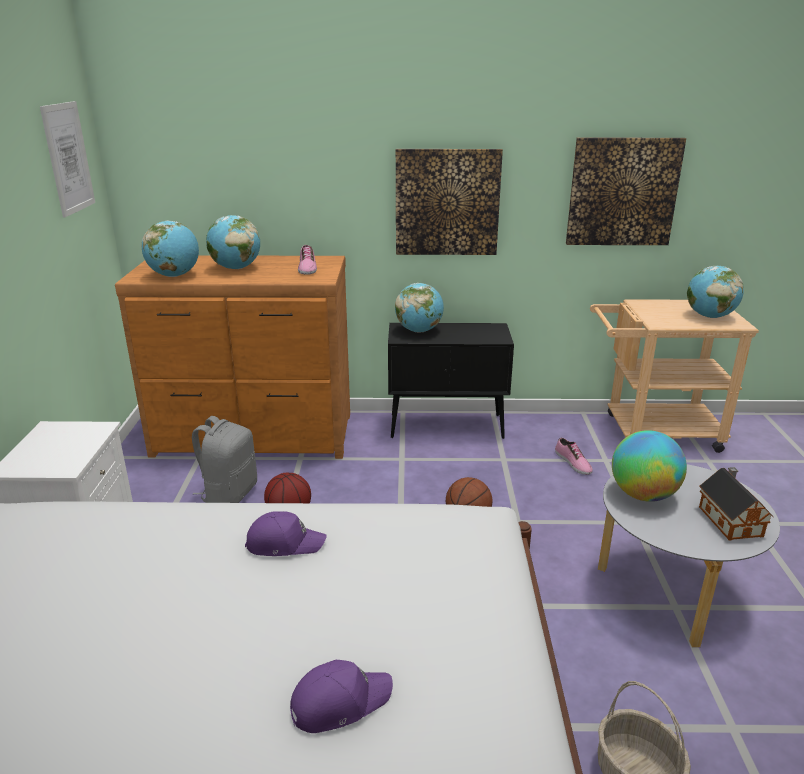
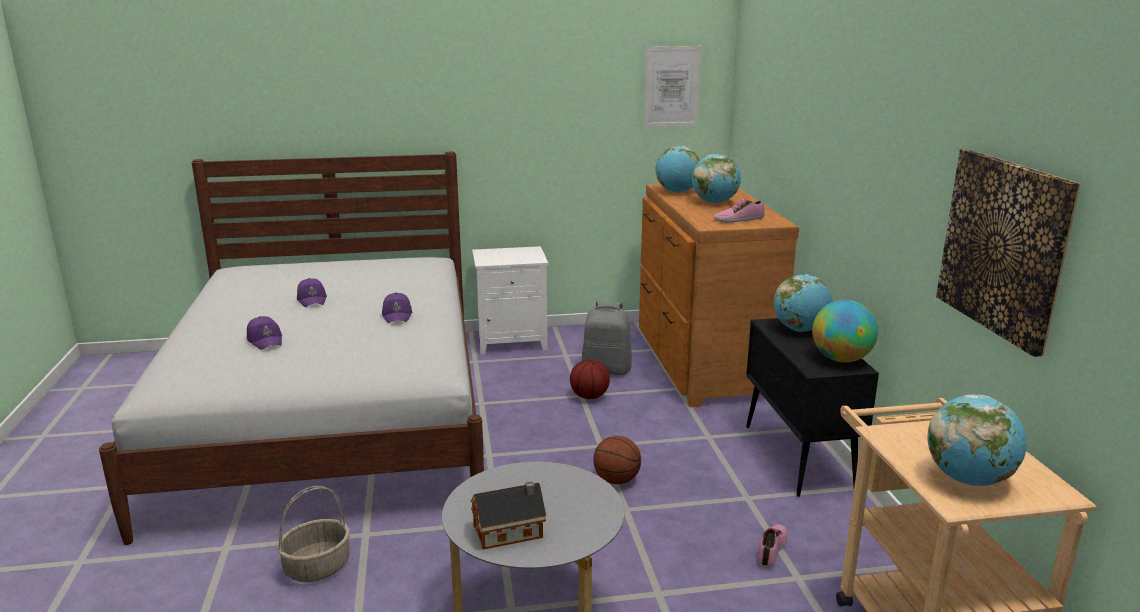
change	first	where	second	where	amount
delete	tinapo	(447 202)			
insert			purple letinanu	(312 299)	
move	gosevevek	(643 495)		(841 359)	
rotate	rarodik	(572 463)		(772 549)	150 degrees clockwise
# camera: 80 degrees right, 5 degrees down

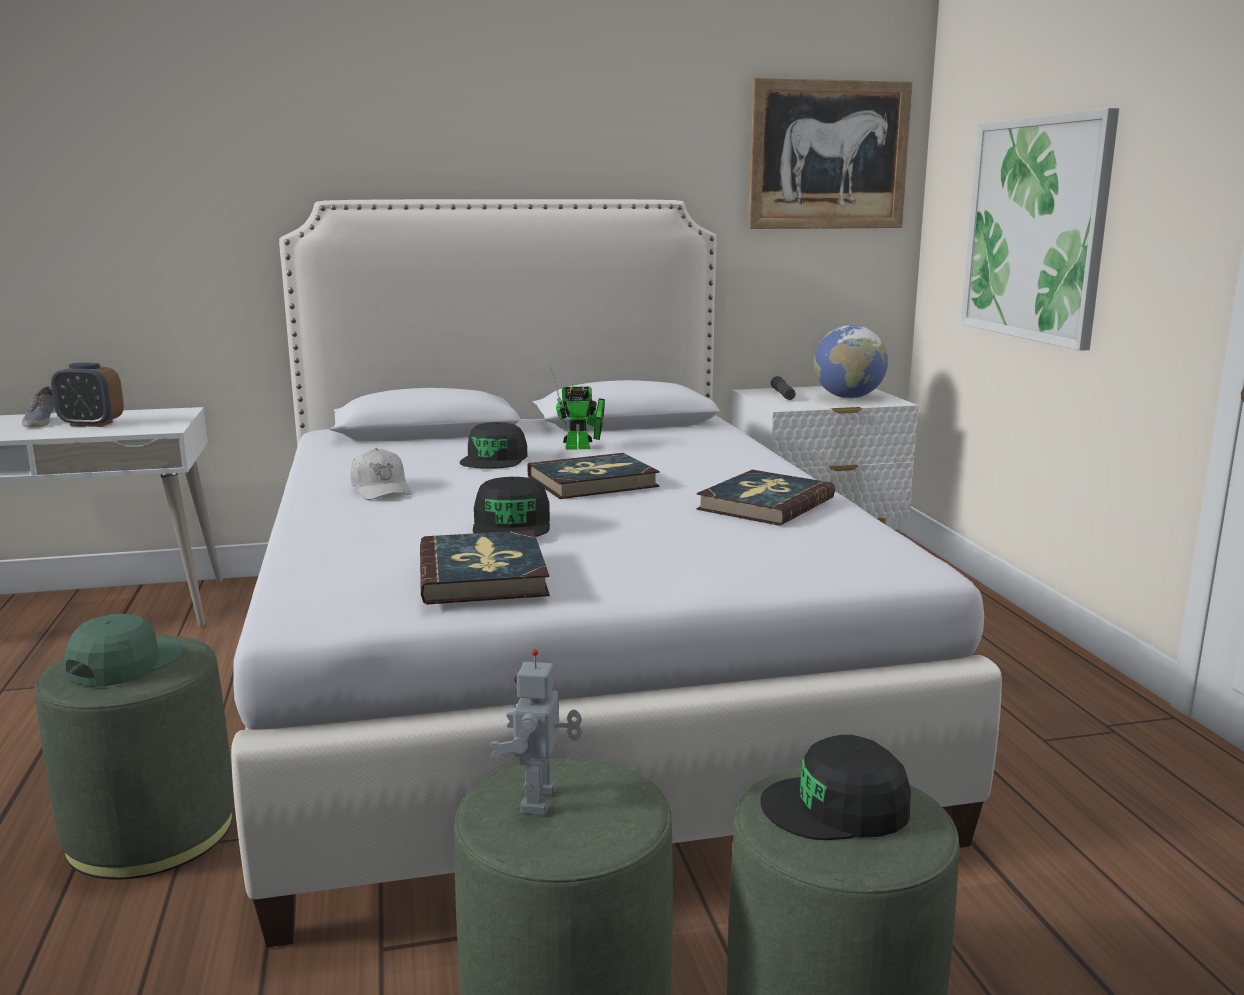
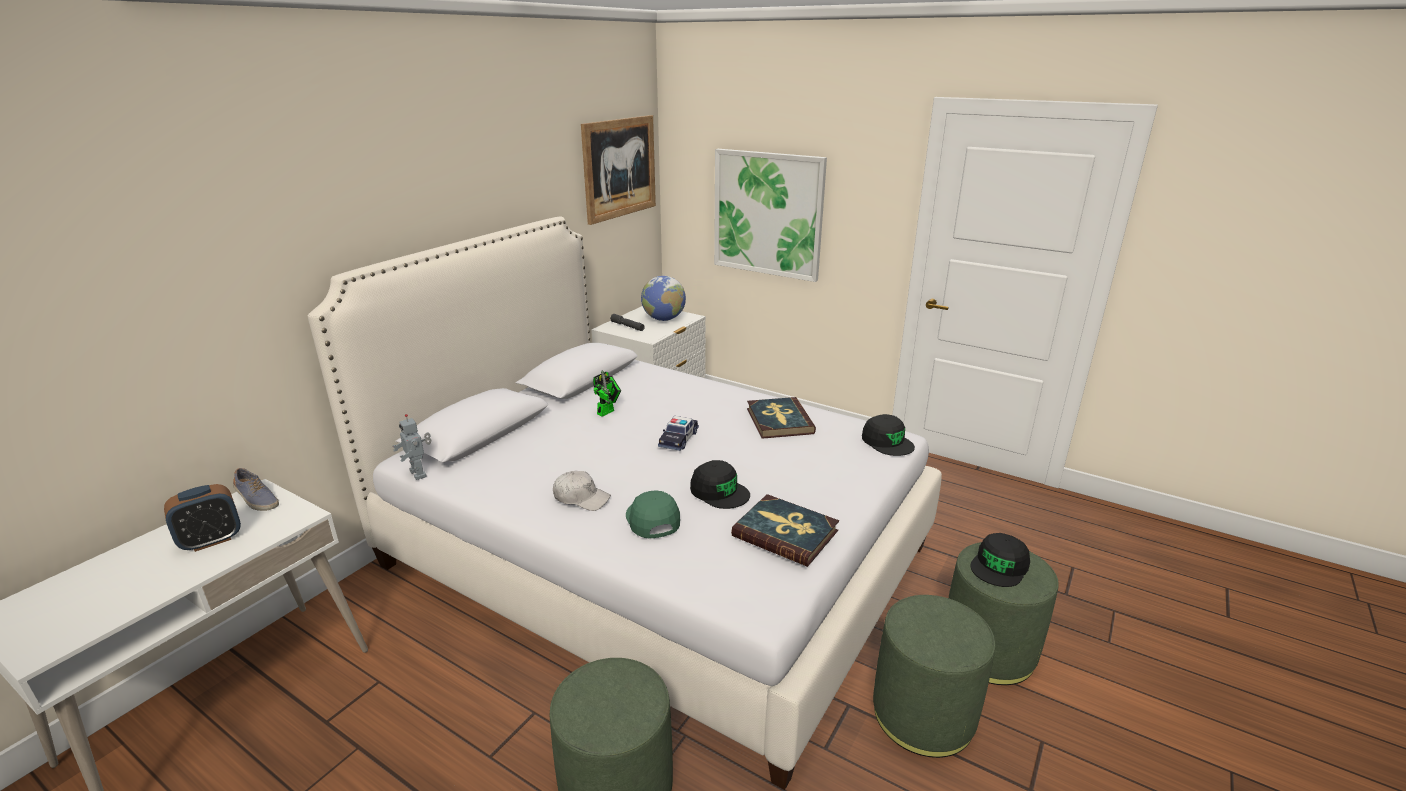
change	first	where	second	where	amount
move	rarodik	(41 421)		(256 500)	
move	green letinanu	(124 663)		(652 519)	
move	black letinanu	(494 459)		(887 442)	
move	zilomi	(541 801)		(419 473)	
replace	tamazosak	(593 482)	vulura	(678 439)	
# camera: 45 degrees left, 10 degrees up

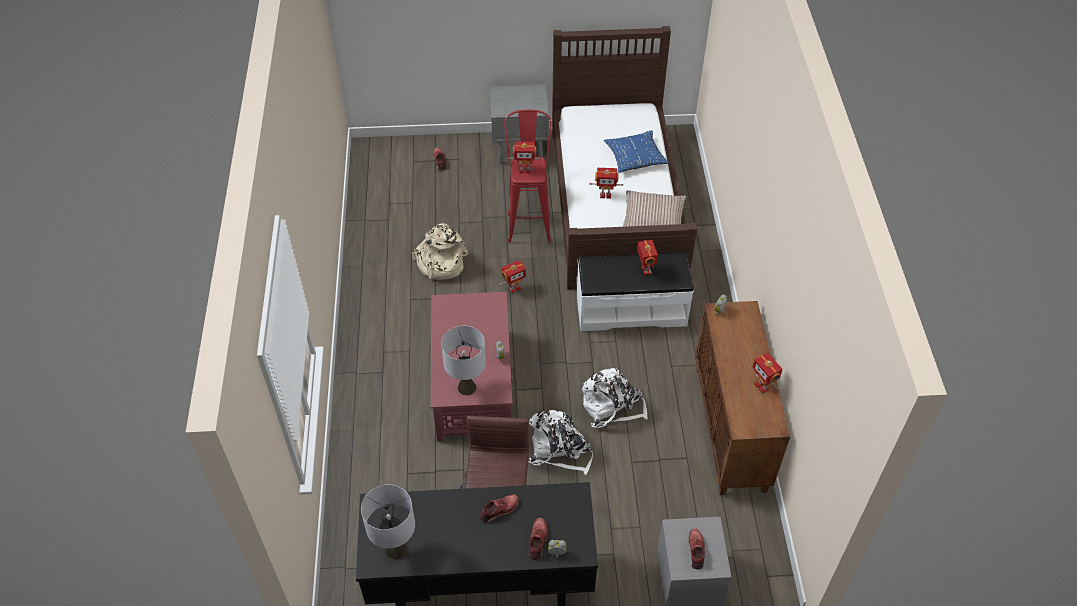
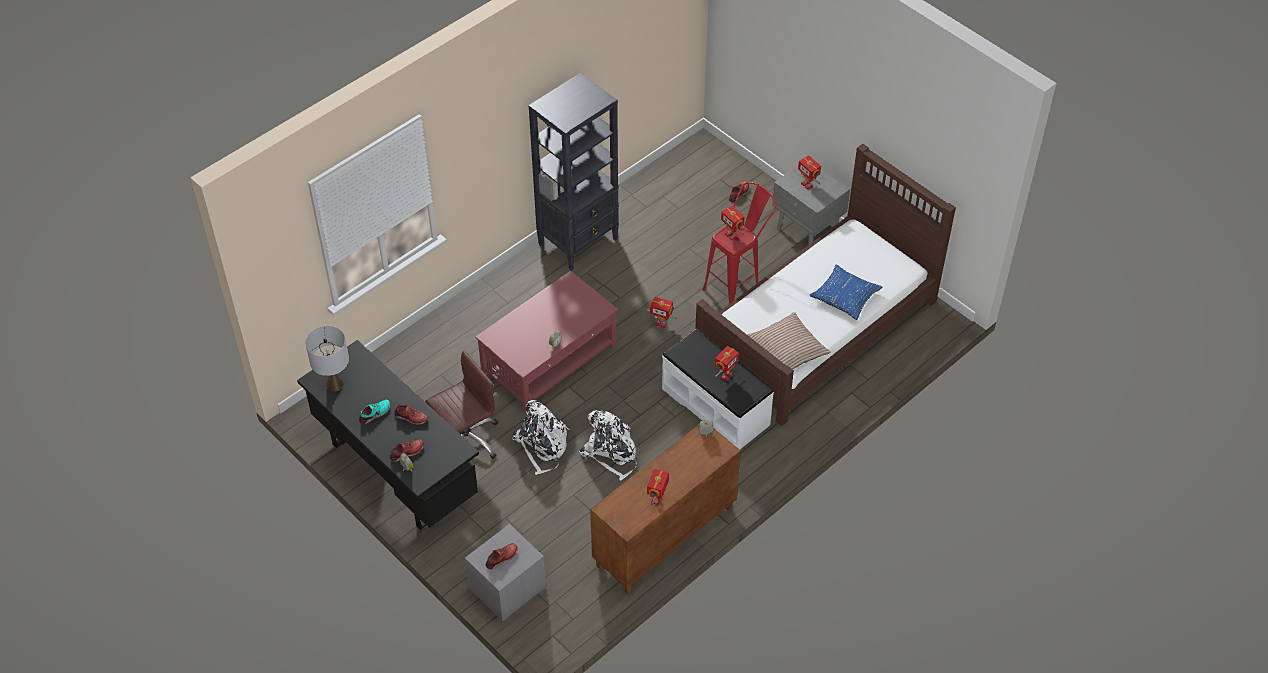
change	first	where	second	where	amount
delete	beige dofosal	(440 263)			
delete	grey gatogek	(466 387)			
insert			turquoise rarodik	(375 414)	
insert			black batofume	(579 242)	
move	zilomi	(605 195)		(807 185)	
# camera: 50 degrees right, 0 degrees up

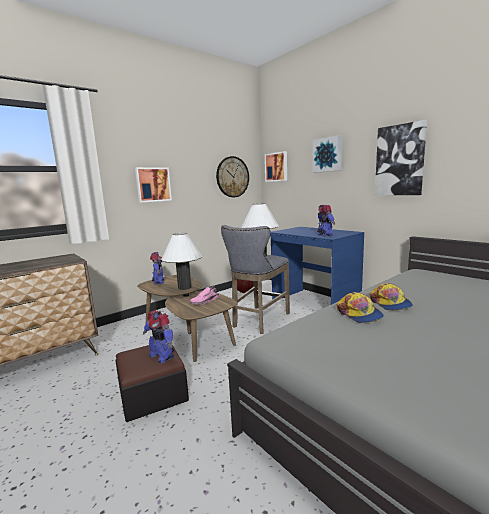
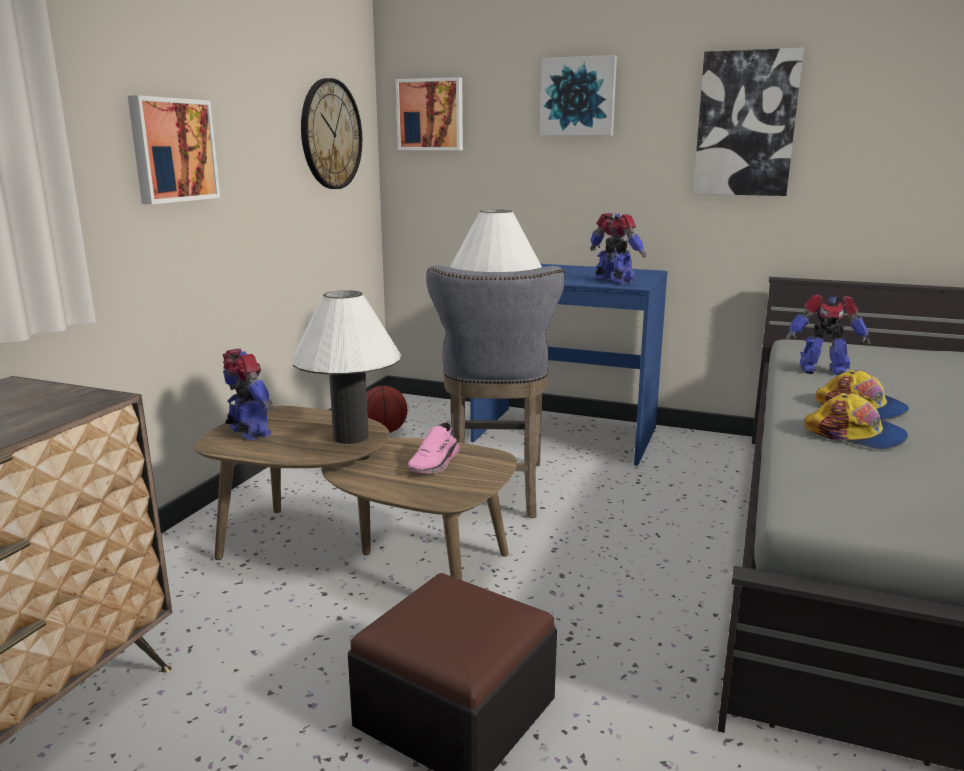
change	first	where	second	where	amount
move	zilomi	(161 356)		(821 371)	
# camera: 30 degrees left, 5 degrees up

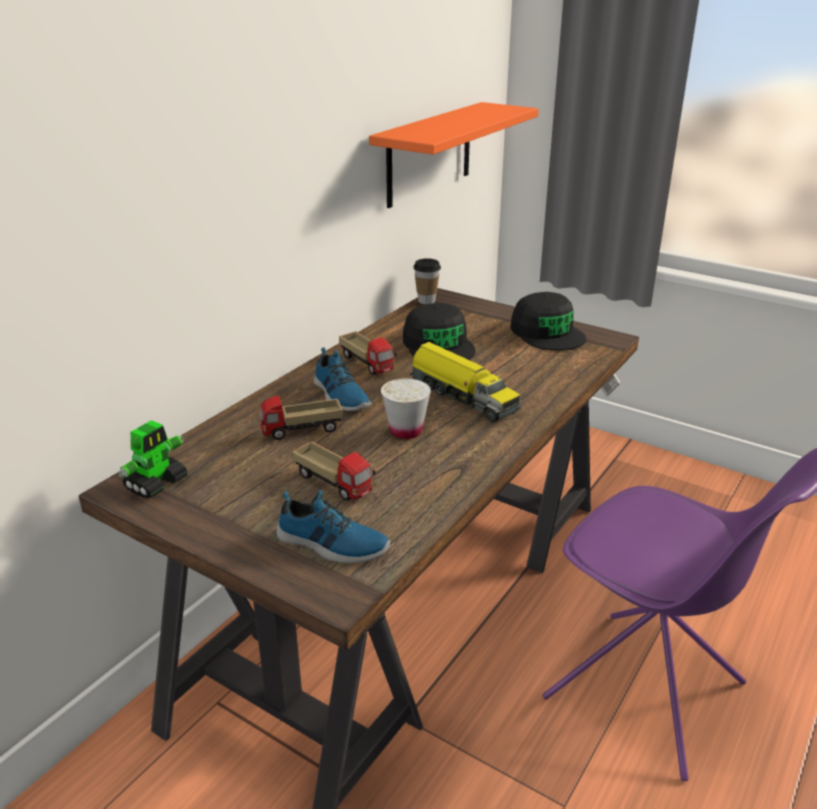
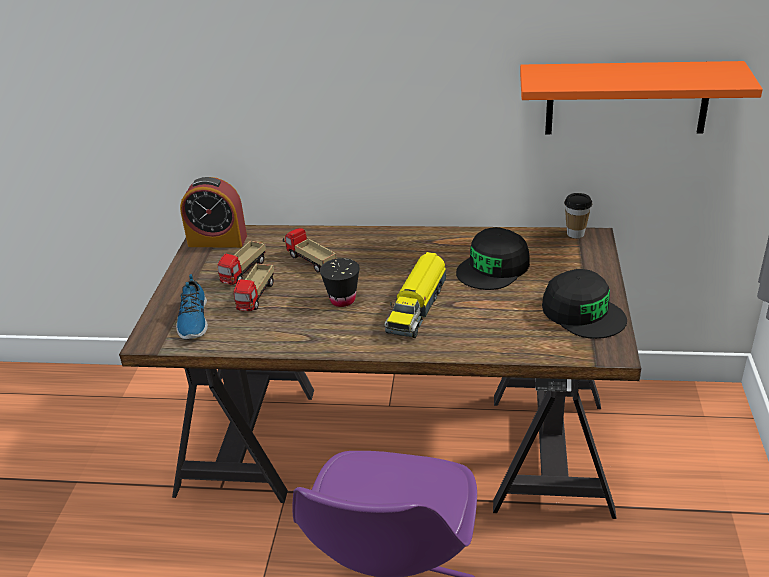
change	first	where	second	where	amount
delete	rarodik	(340 396)			
move	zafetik	(367 364)		(244 272)	
replace	zilomi	(157 483)	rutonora	(217 240)	
recolor	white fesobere	(406 431)	black fesobere	(342 300)	
rotate	black letinanu	(547 333)		(583 313)	75 degrees counterclockwise
# camera: 65 degrees right, 5 degrees up

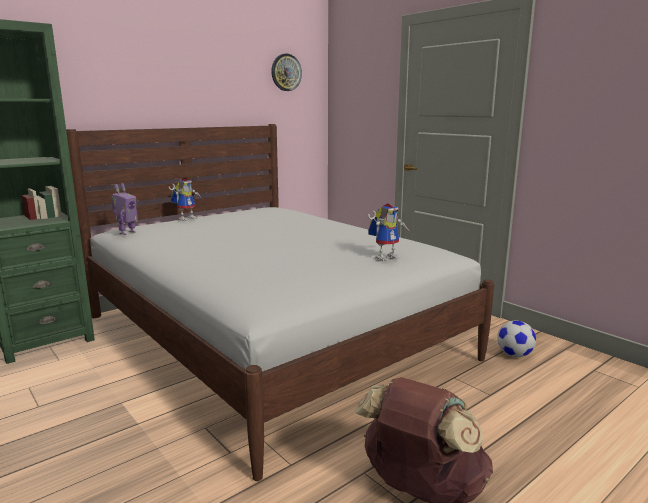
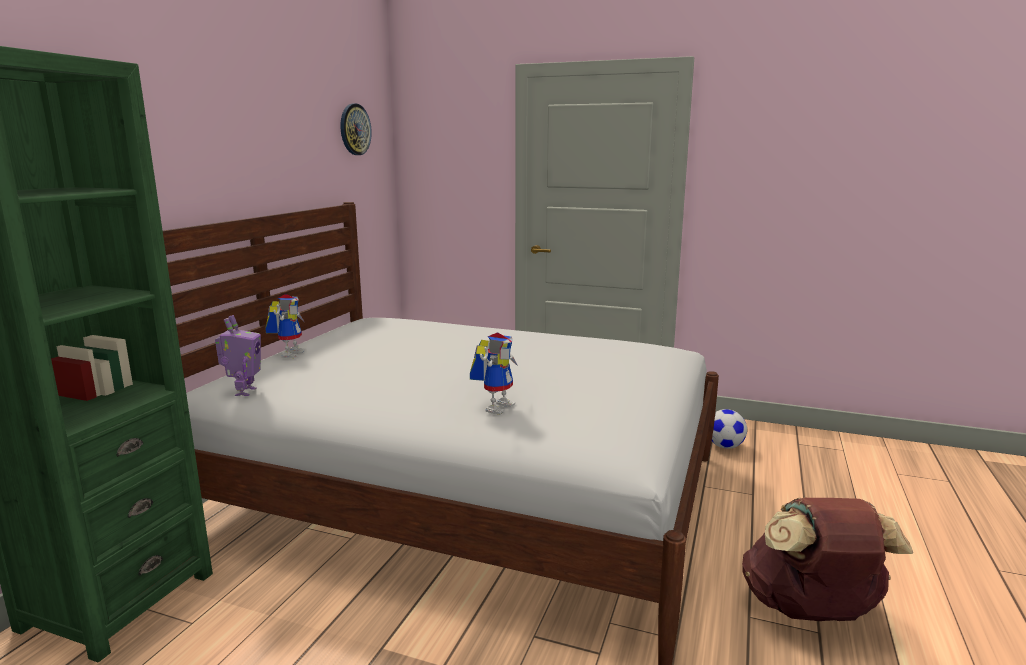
change	first	where	second	where	amount
move	zilomi	(386 257)		(496 406)	
# camera: 30 degrees left, 0 degrees up

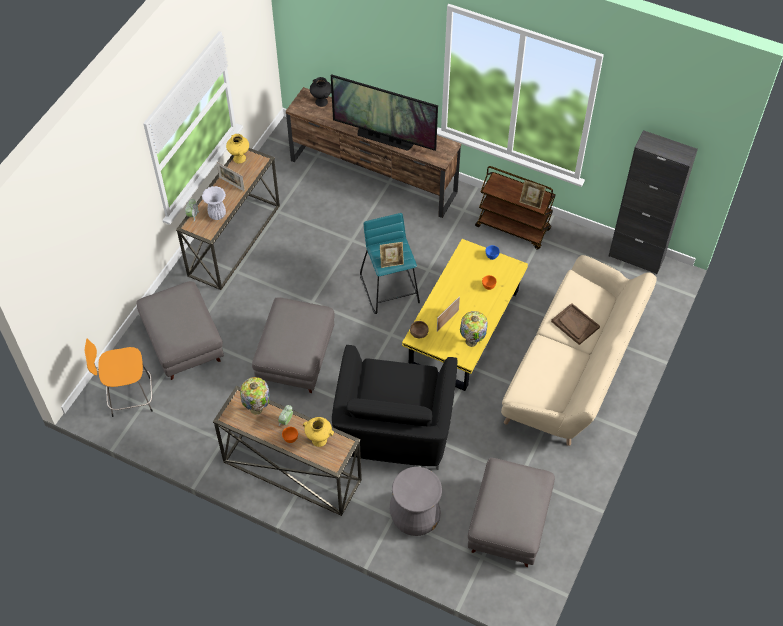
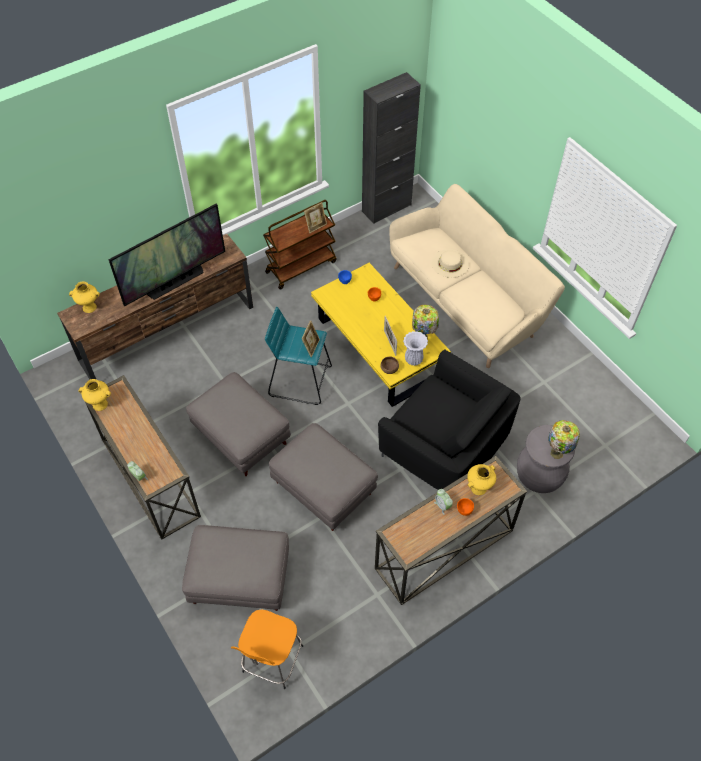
change	first	where	second	where	amount
delete	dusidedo	(232 184)			
move	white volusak	(217 214)		(413 359)	
move	gatogek	(257 409)		(558 453)	
move	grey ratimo	(509 523)		(242 436)	
replace	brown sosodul	(575 324)	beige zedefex	(450 263)	
recolor	black volusak	(322 102)	yellow volusak	(90 307)	
# camera: 60 degrees left, 0 degrees up

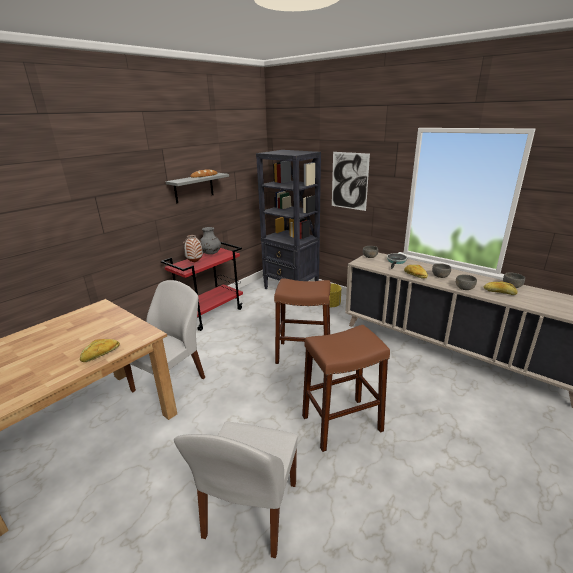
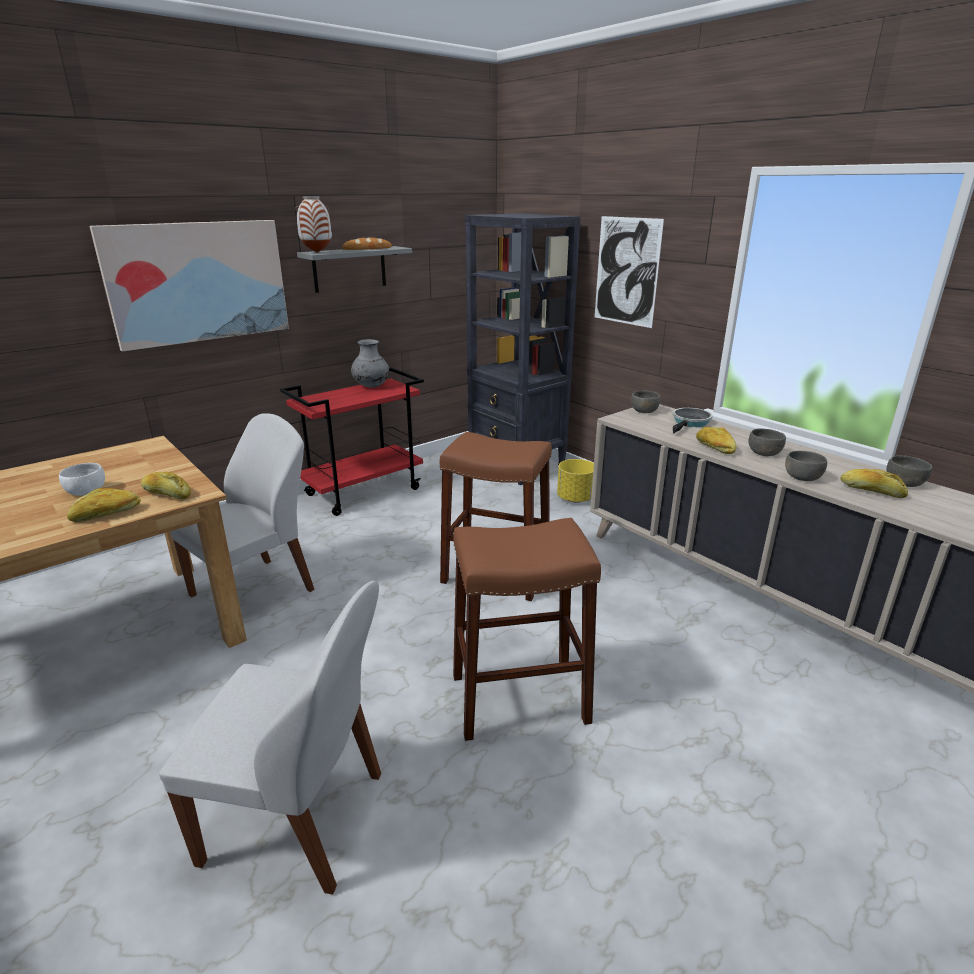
change	first	where	second	where	amount
insert			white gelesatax	(86 491)	
insert			tinapo	(198 282)	
insert			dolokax	(167 494)	
move	volusak	(195 262)		(317 252)	
rotate	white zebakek	(250 512)		(300 819)	105 degrees counterclockwise
# camera: 10 degrees right, 0 degrees up

